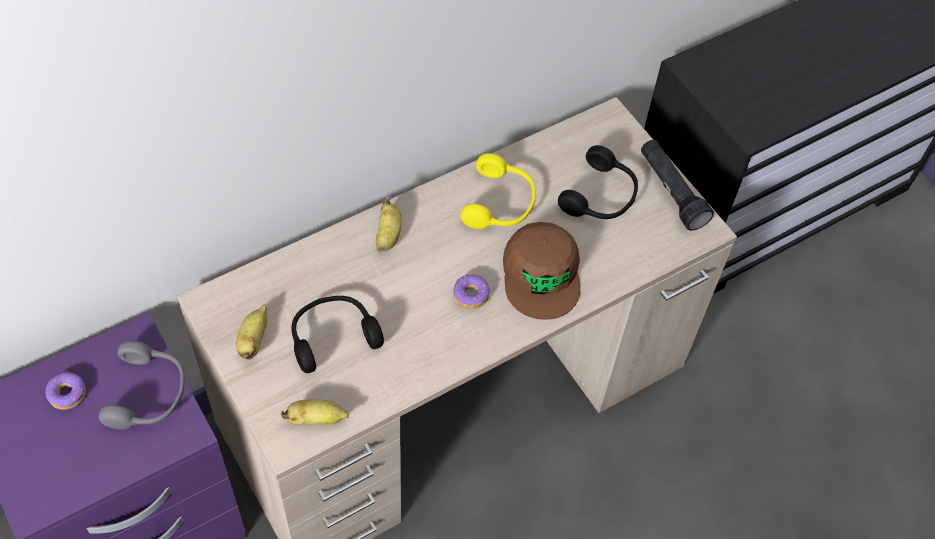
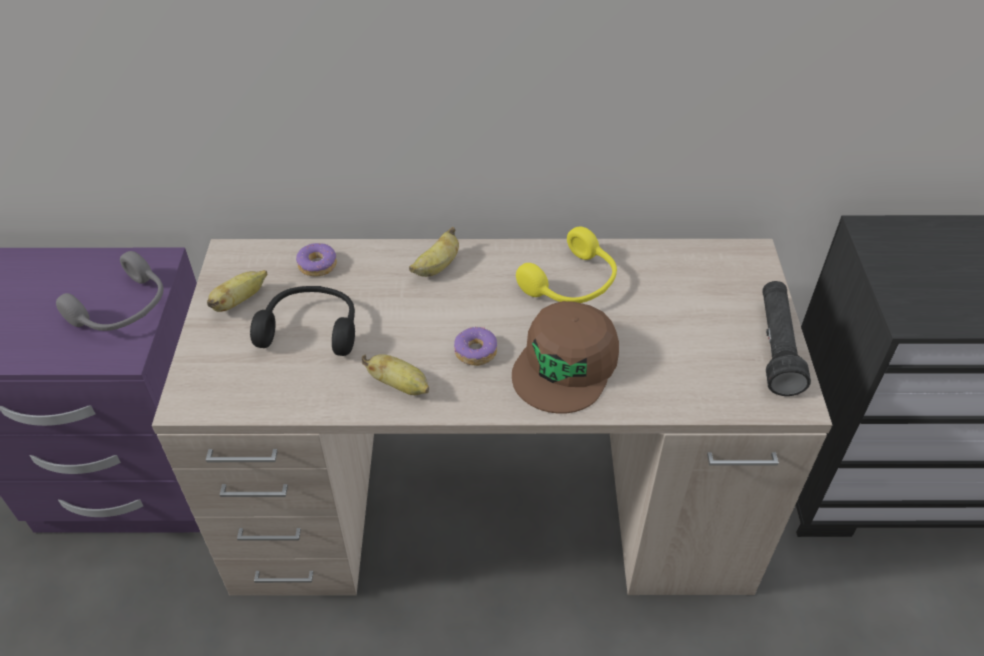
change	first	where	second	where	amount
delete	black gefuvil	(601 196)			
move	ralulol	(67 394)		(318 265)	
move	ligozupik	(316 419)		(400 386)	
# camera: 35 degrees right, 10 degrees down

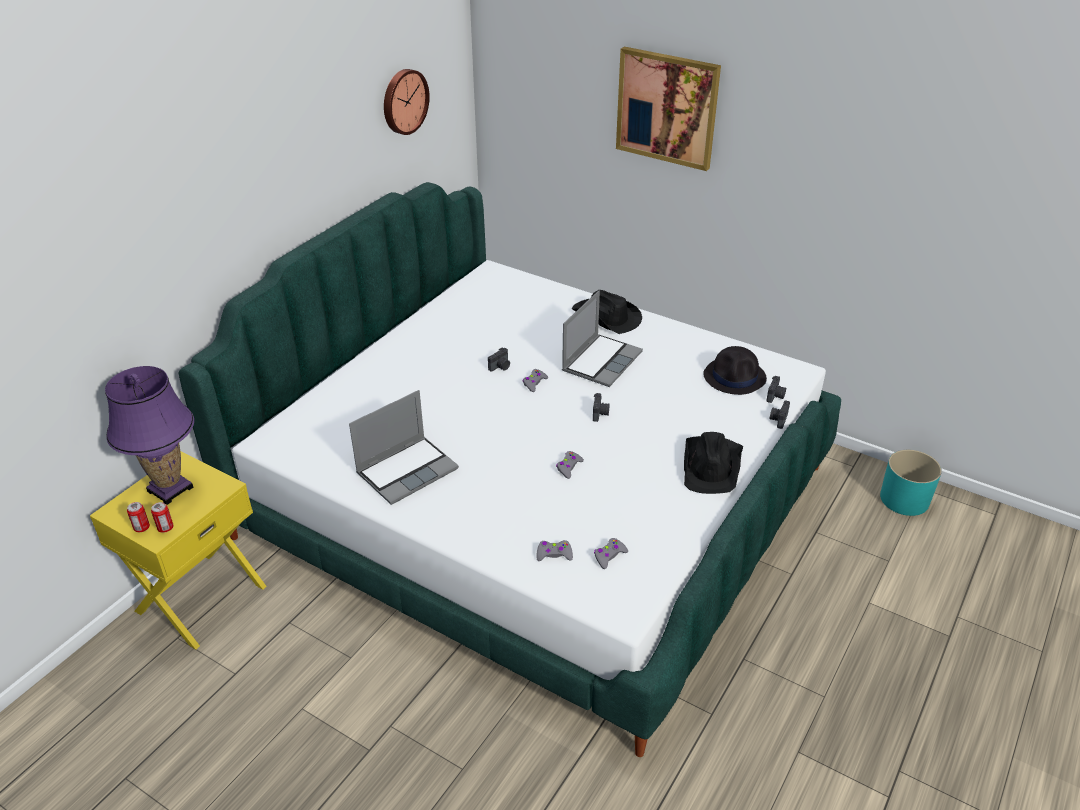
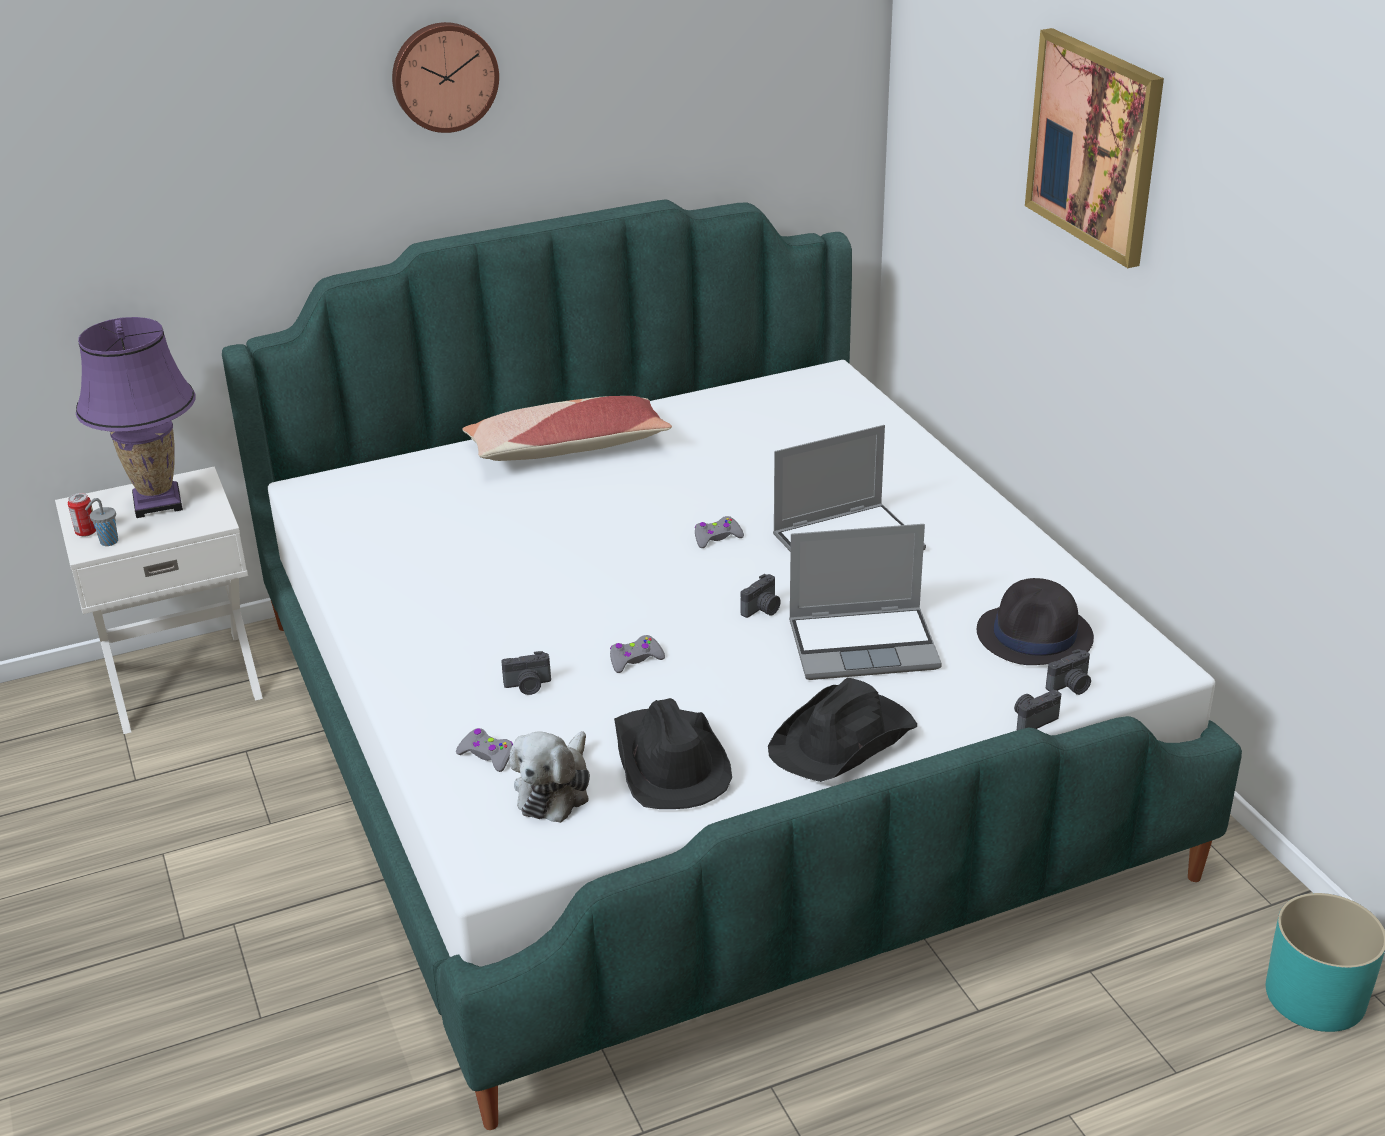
change	first	where	second	where	amount
insert			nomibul	(567 448)	
move	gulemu	(407 470)		(865 644)	
move	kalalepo	(403 101)		(444 76)	
move	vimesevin	(500 367)		(528 686)	
move	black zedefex	(606 317)		(669 762)	
replace	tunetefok	(165 528)	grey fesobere	(108 542)	
replace	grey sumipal	(609 556)	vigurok	(555 789)	
recolor	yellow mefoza	(200 598)	white mefoza	(183 679)	
# camera: 35 degrees right, 5 degrees down

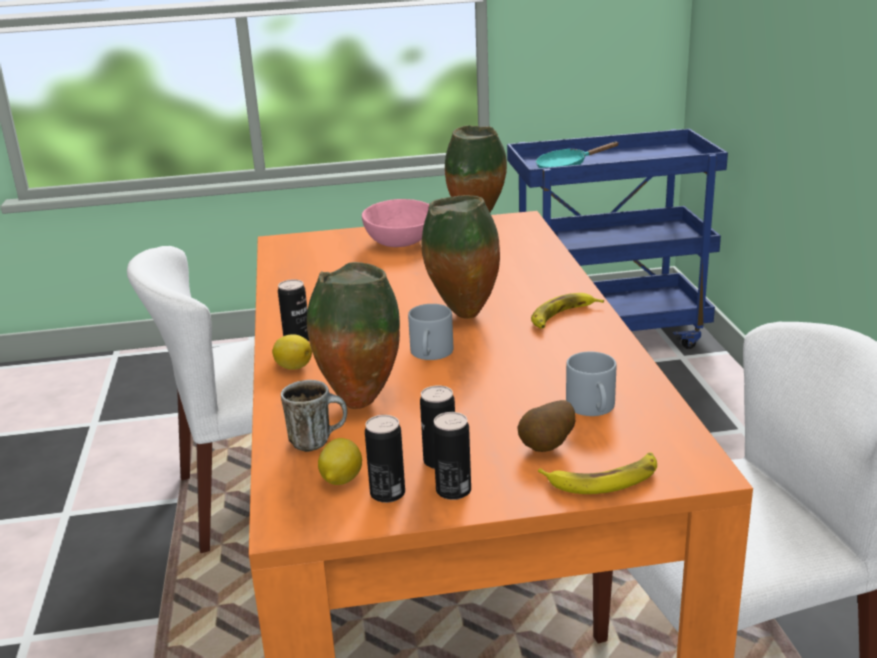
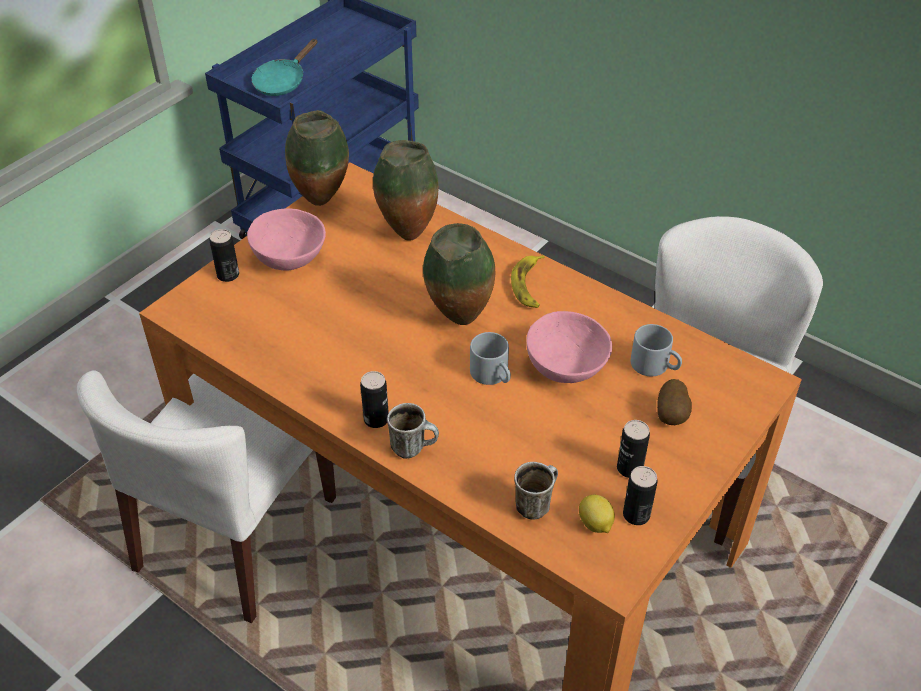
change	first	where	second	where	amount
delete	ligozupik	(604 479)			
insert			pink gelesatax	(564 365)	
move	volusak	(359 401)		(407 233)	
move	tunetefok	(453 491)		(228 275)	
replace	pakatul	(293 367)	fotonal	(414 447)	
# camera: 45 degrees left, 20 degrees up

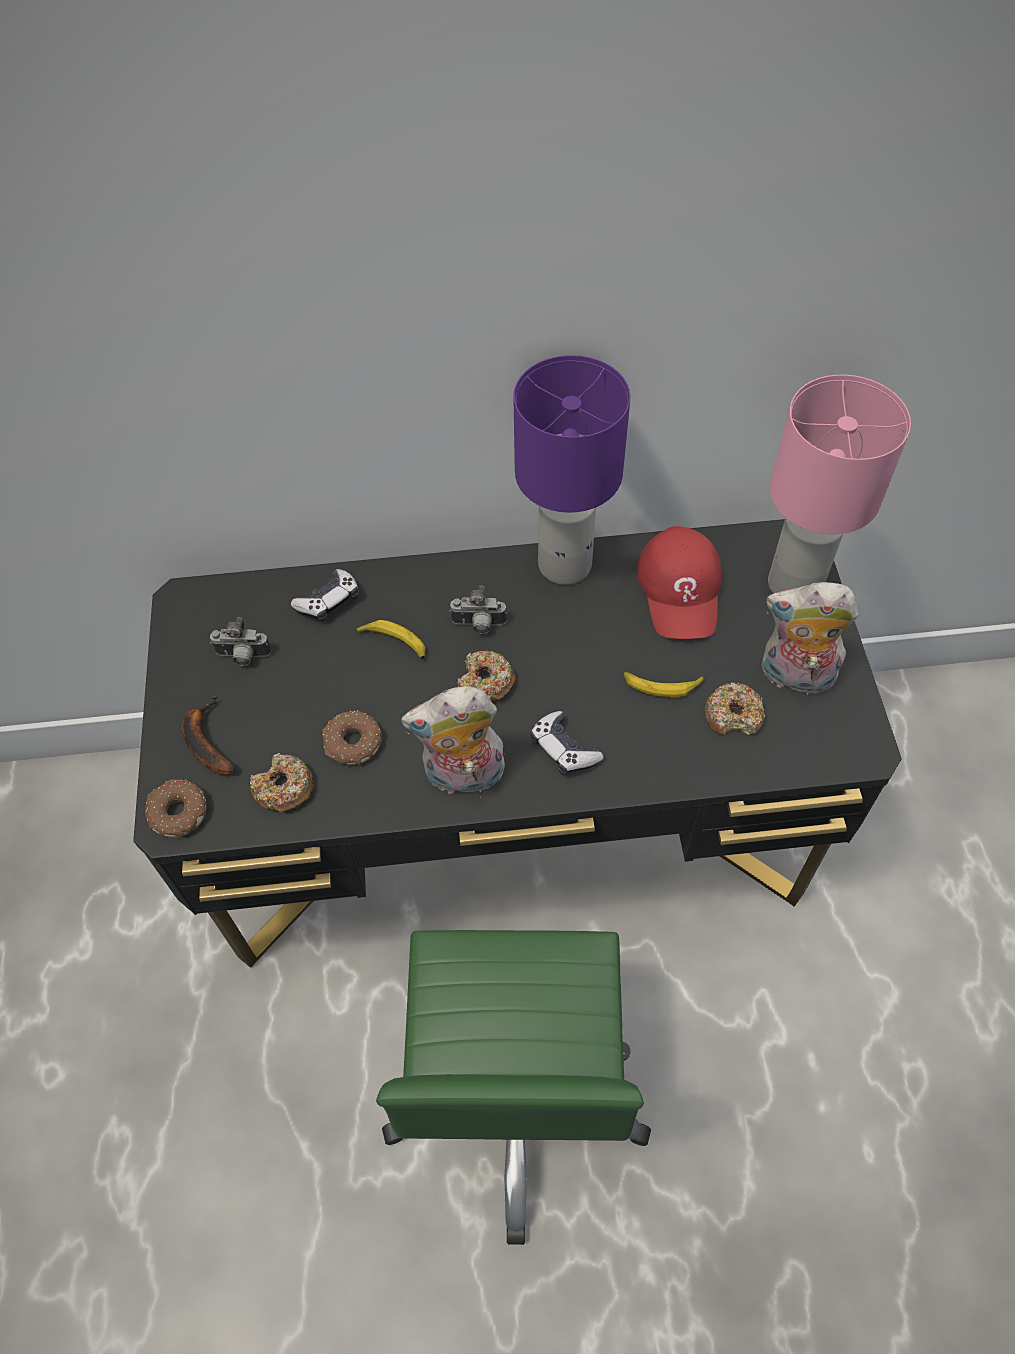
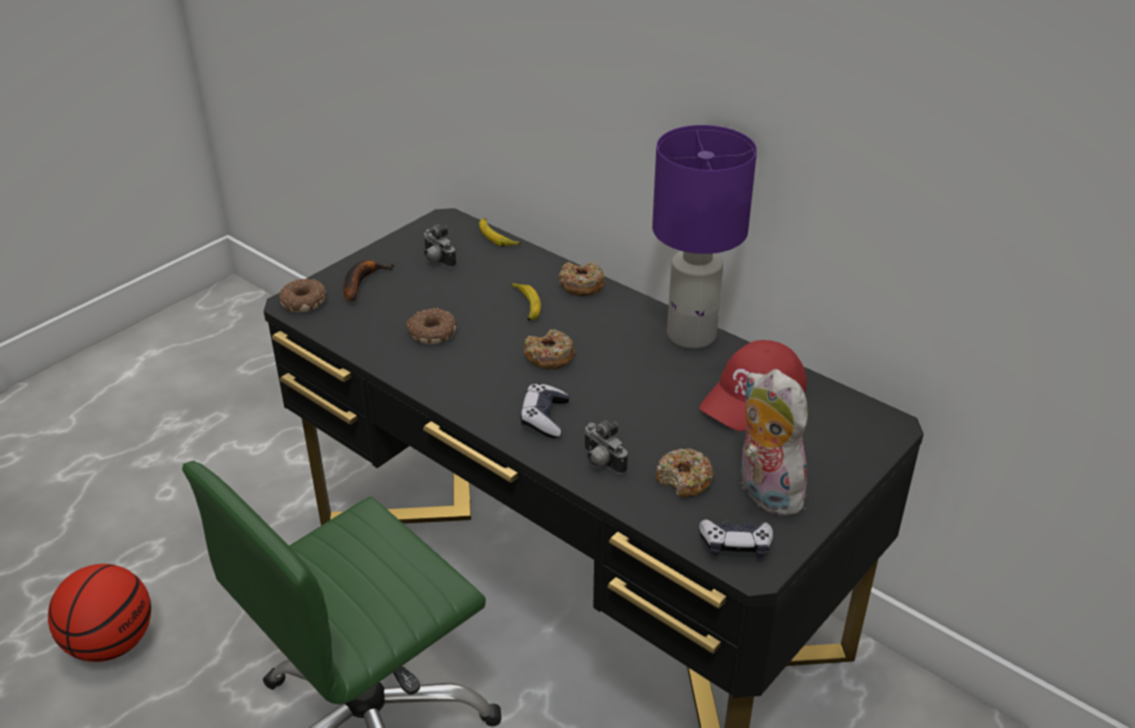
change	first	where	second	where	amount
delete	vigurok	(463 777)			
delete	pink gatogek	(793 585)			
insert			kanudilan	(111 643)	
move	ralulol	(284 788)		(581 285)	
move	sumipal	(328 601)		(735 545)	
move	vimesevin	(478 625)		(601 463)	
move	ligozupik	(661 685)		(497 237)	
# camera: 45 degrees right, 20 degrees down

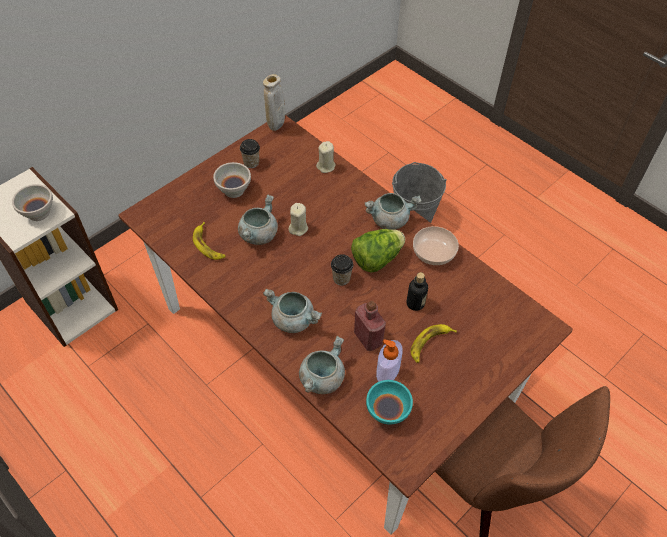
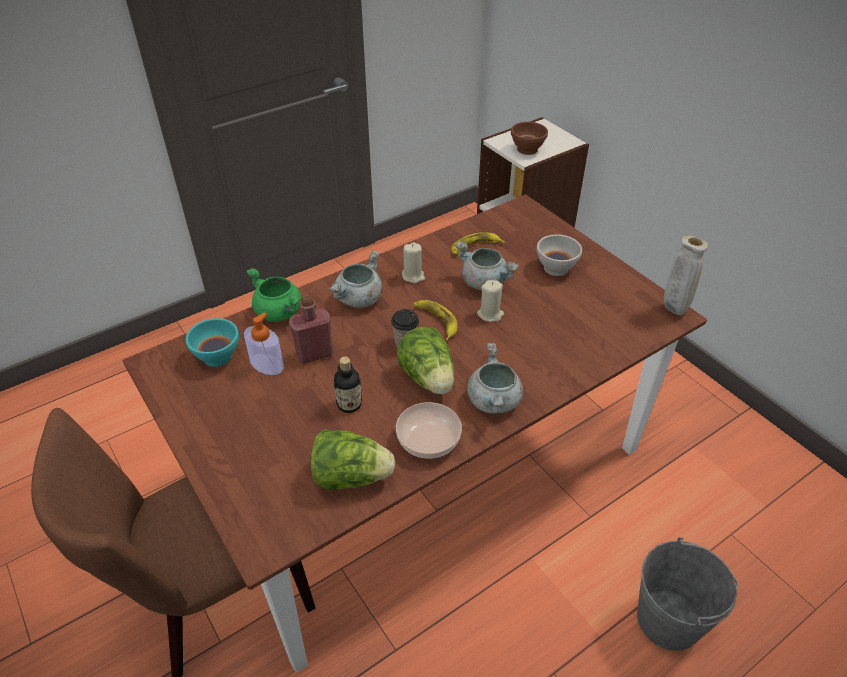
change	first	where	second	where	amount
delete	fesobere	(251 163)			
insert			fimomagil	(351 476)	
move	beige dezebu	(326 166)		(413 276)	
move	ligozupik	(430 344)		(436 321)	
recolor	white gelesatax	(39 212)	brown gelesatax	(528 150)	
recolor	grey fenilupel	(321 378)	green fenilupel	(280 312)	
# camera: 100 degrees right, 10 degrees down

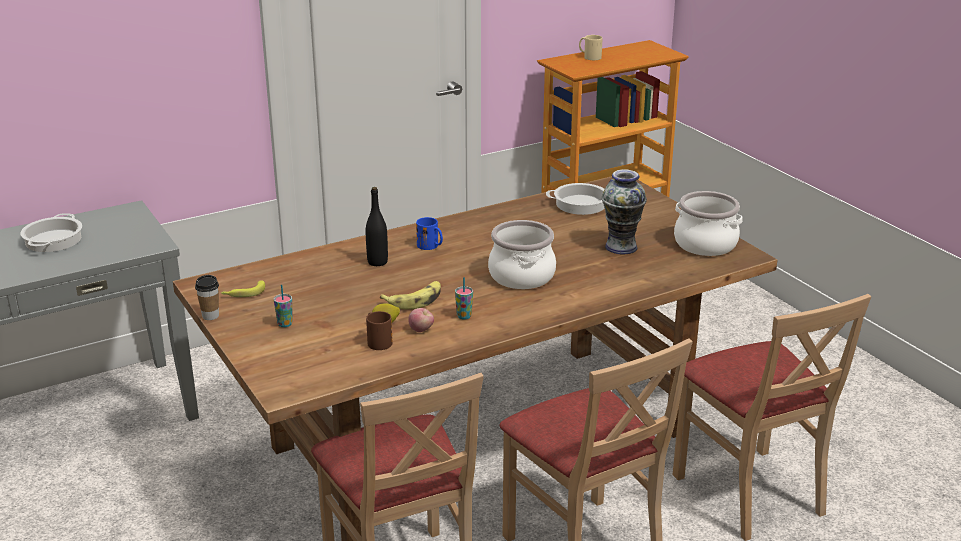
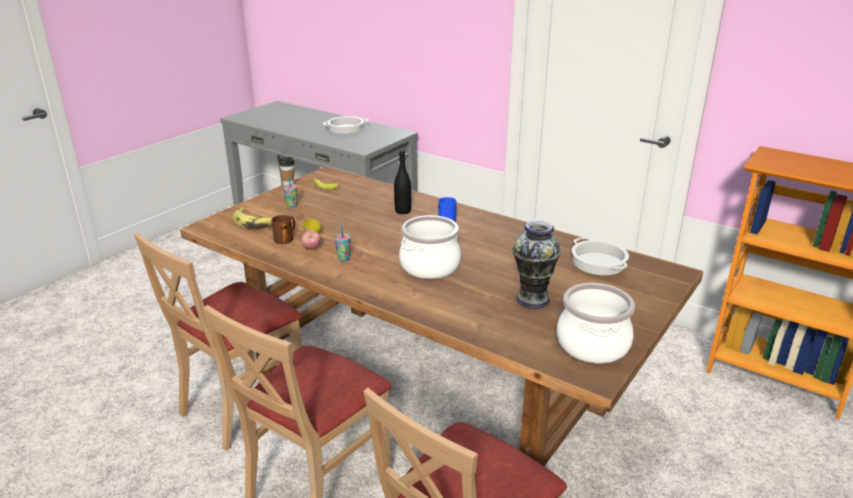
change	first	where	second	where	amount
delete	beige fotonal	(589 57)			
move	ligozupik	(415 300)		(253 223)	
# camera: 65 degrees right, 0 degrees up

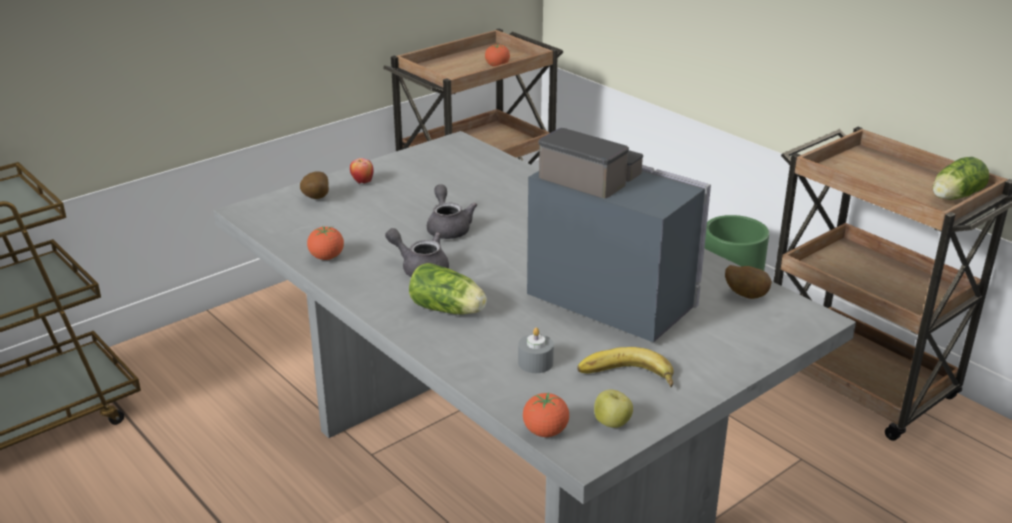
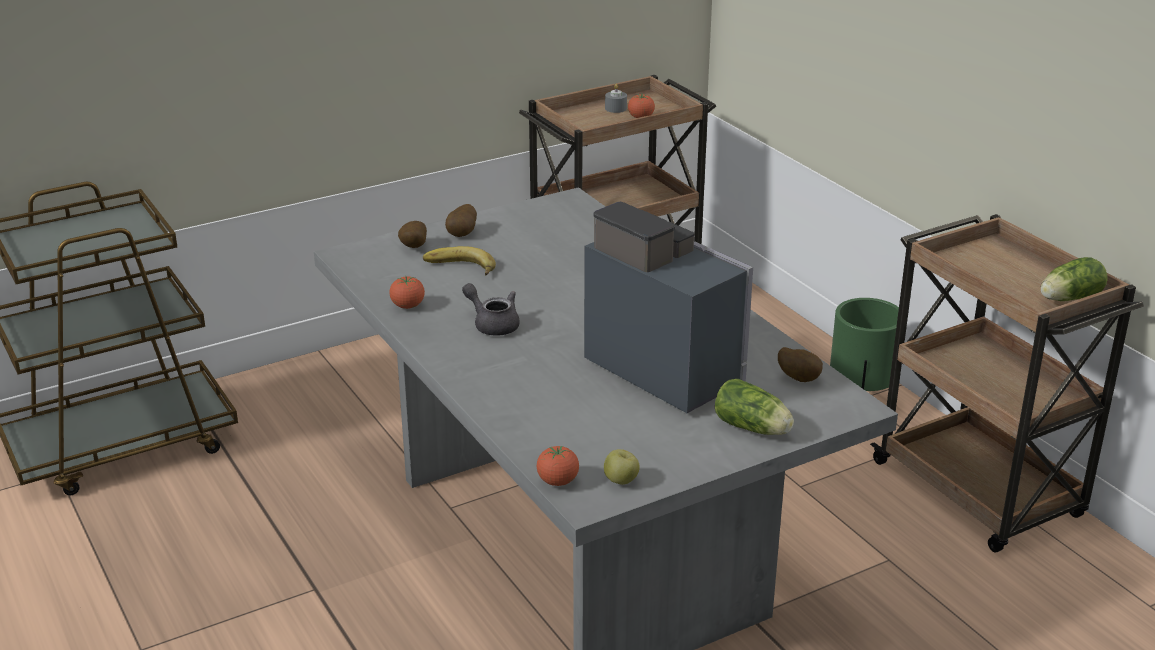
change	first	where	second	where	amount
delete	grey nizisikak	(448 228)			
move	fimomagil	(449 310)		(754 429)	
move	grey dezebu	(535 363)		(615 108)	
move	ligozupik	(626 378)		(459 268)	
replace	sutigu	(362 182)	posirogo	(463 234)	
# camera: 10 degrees right, 0 degrees up

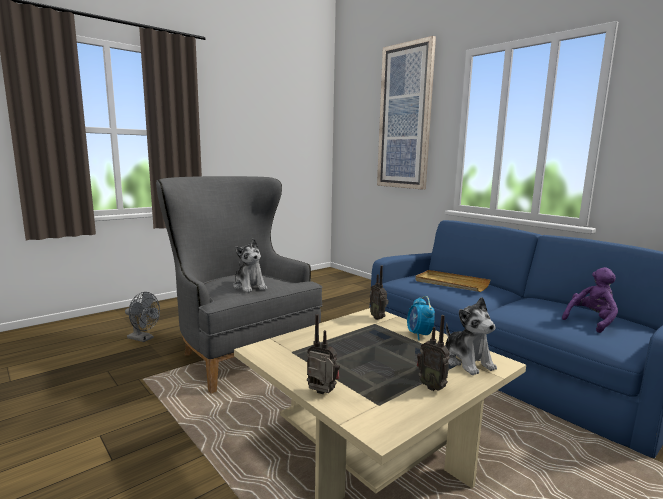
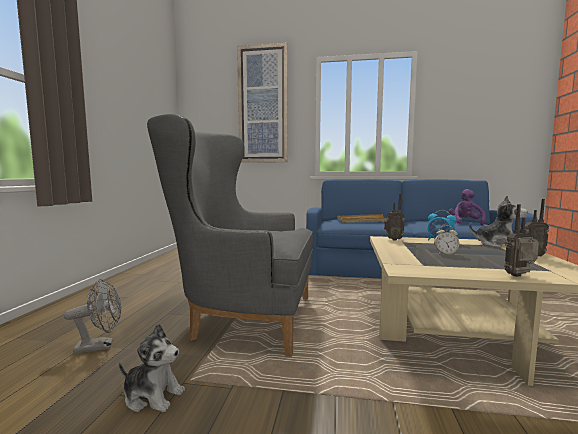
change	first	where	second	where	amount
insert			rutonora	(445 253)	
move	vigurok	(249 286)		(152 396)	
# camera: 40 degrees left, 5 degrees down

